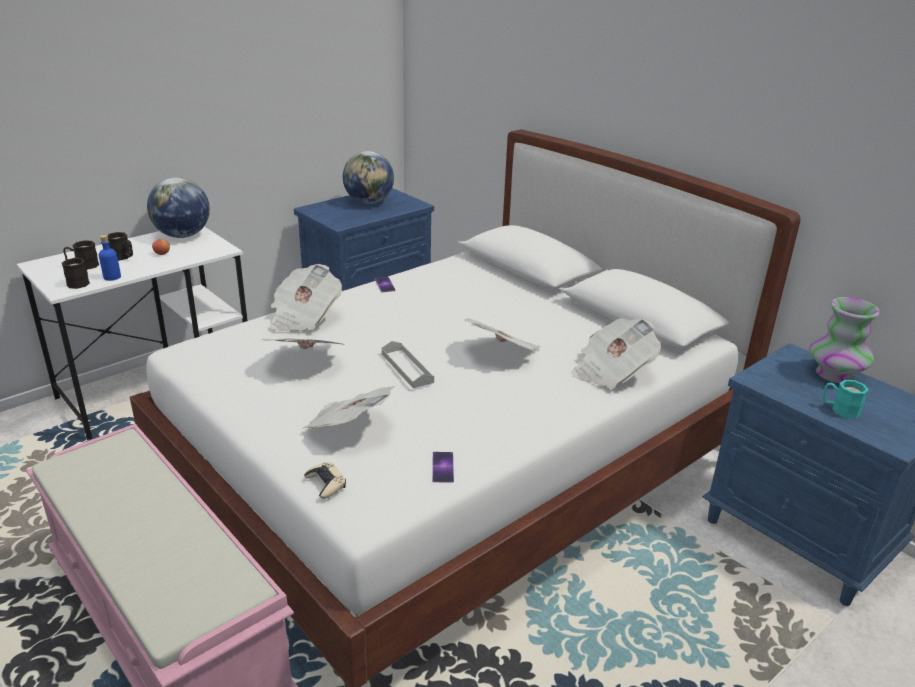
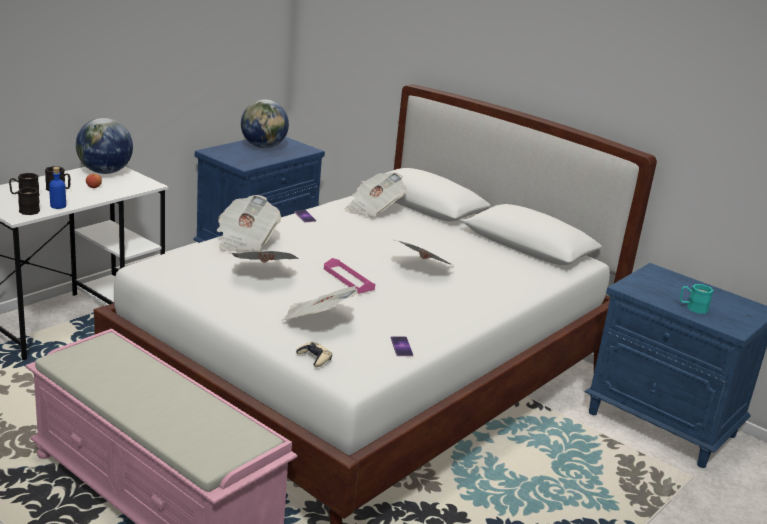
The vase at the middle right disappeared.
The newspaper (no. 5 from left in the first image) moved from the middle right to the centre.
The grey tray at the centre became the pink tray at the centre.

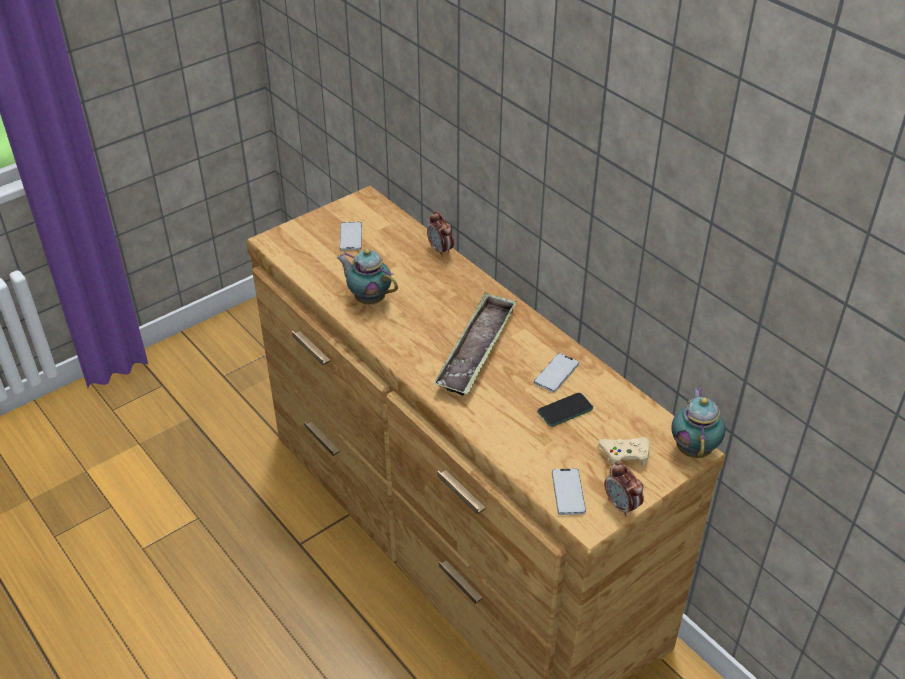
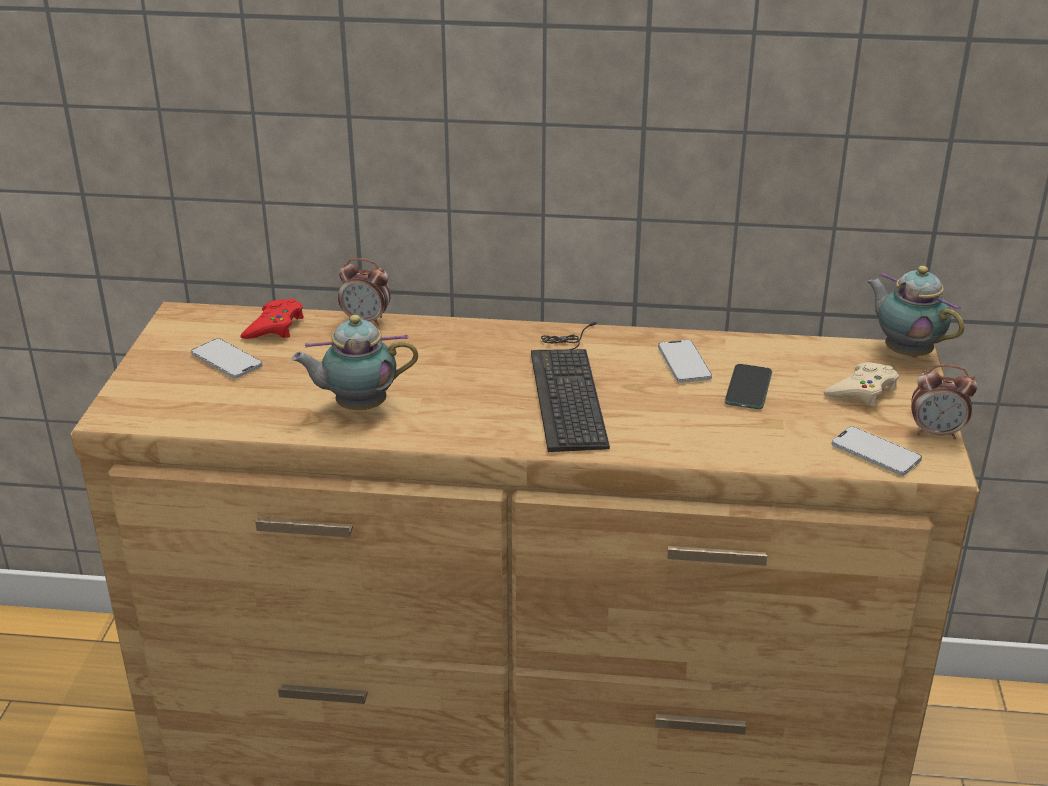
The tray at the centre was replaced by the keyboard at the centre.
The red game controller at the middle left appeared.

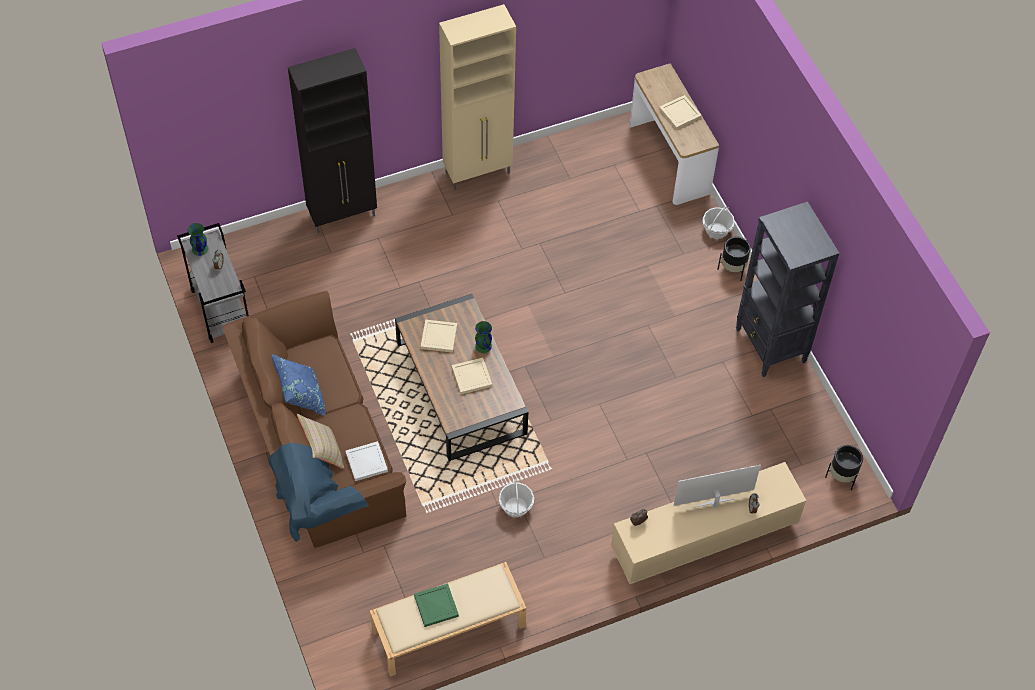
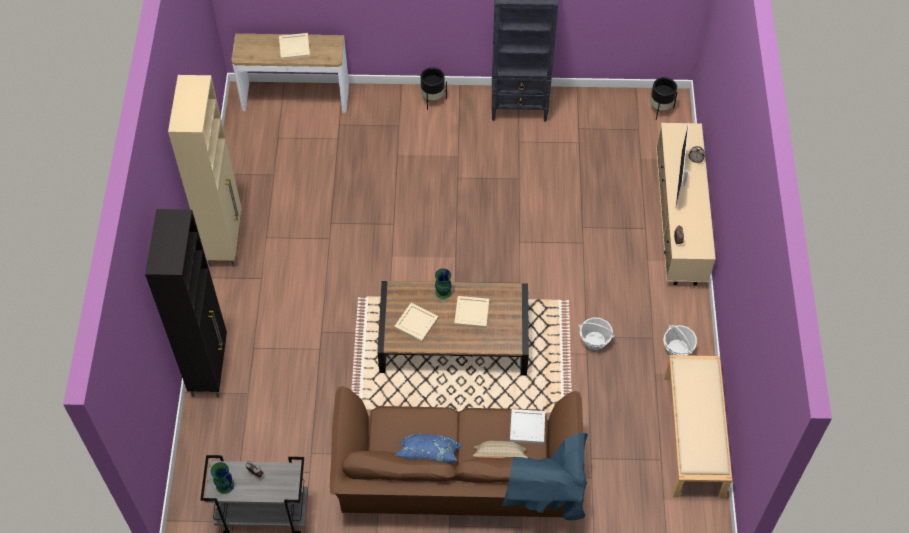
The basket (no. 2 from left) moved from the top right to the middle right.
The green tray at the bottom centre disappeared.

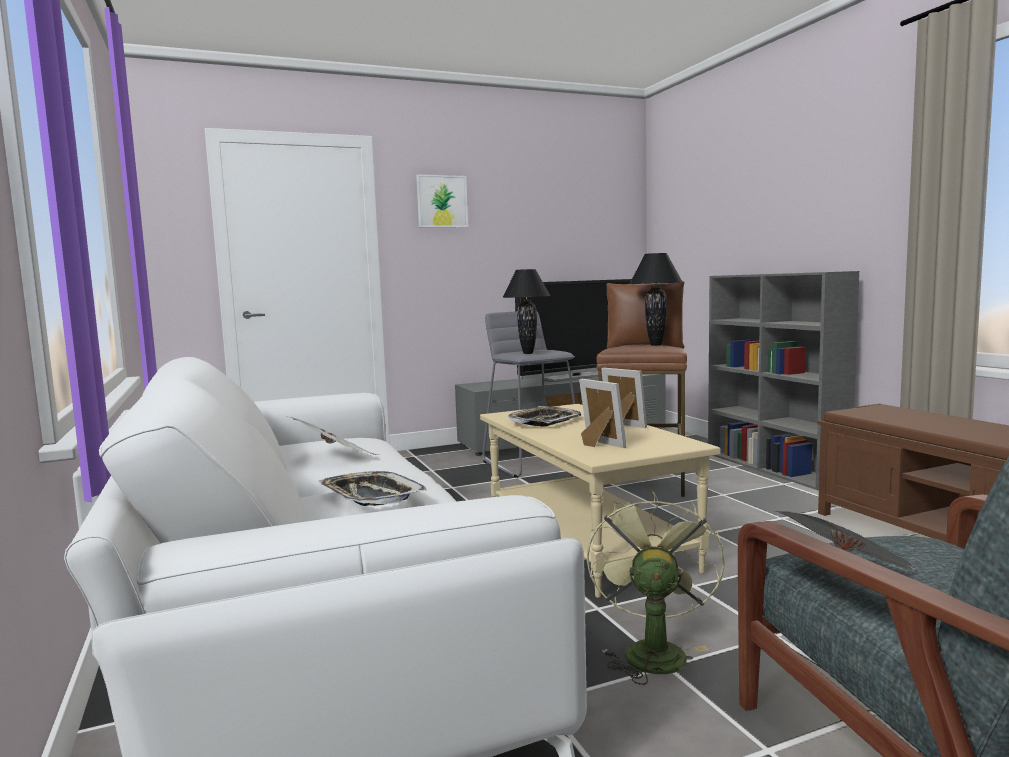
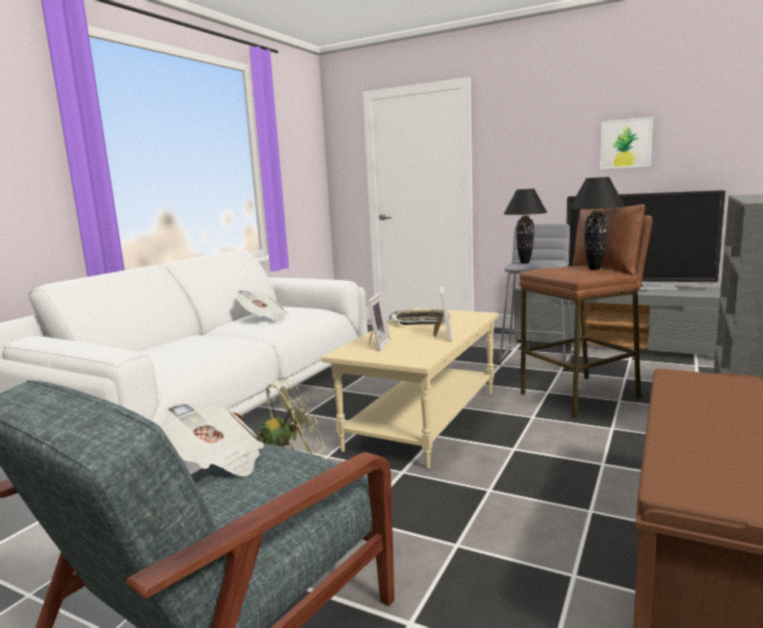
The picture moved from the top centre to the top right.
The tray (no. 1 from left) at the centre disappeared.

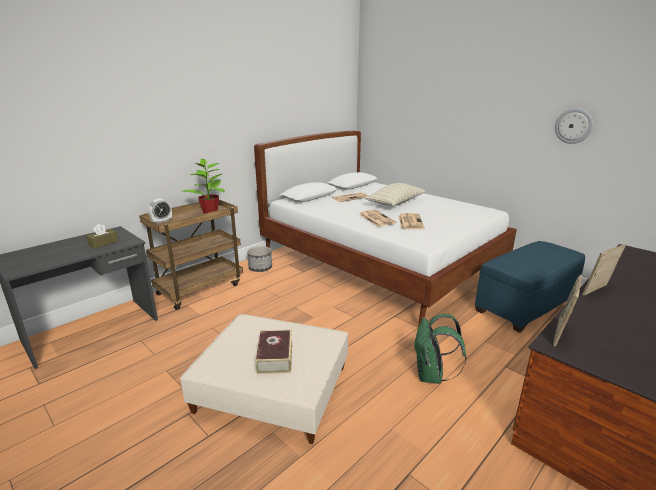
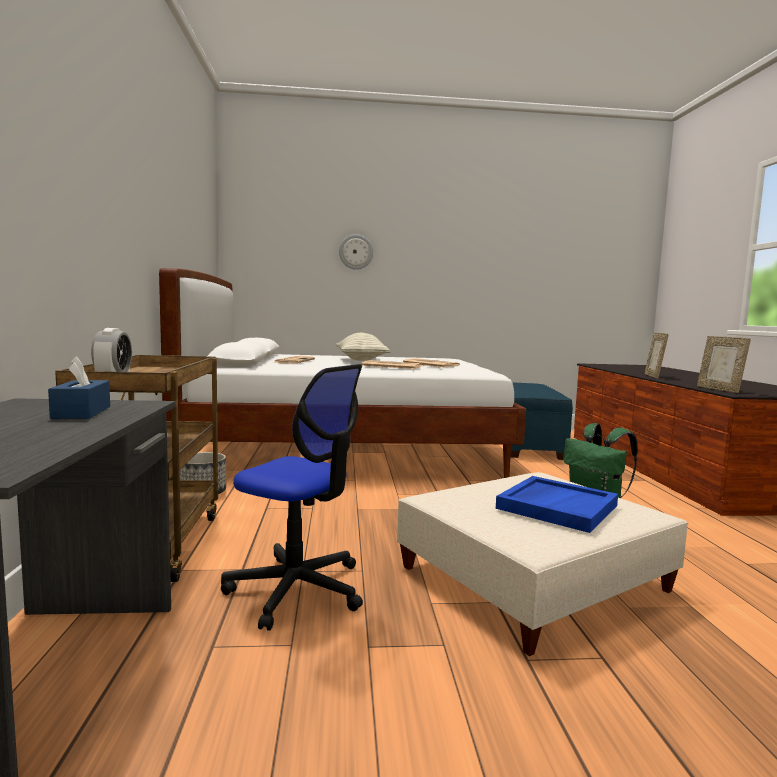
The wall clock moved from the top right to the top centre.
The potted plant at the middle left disappeared.
The brown tissue box at the middle left became the blue tissue box at the middle left.
The book at the bottom centre was replaced by the blue tray at the middle right.
The office chair at the centre appeared.

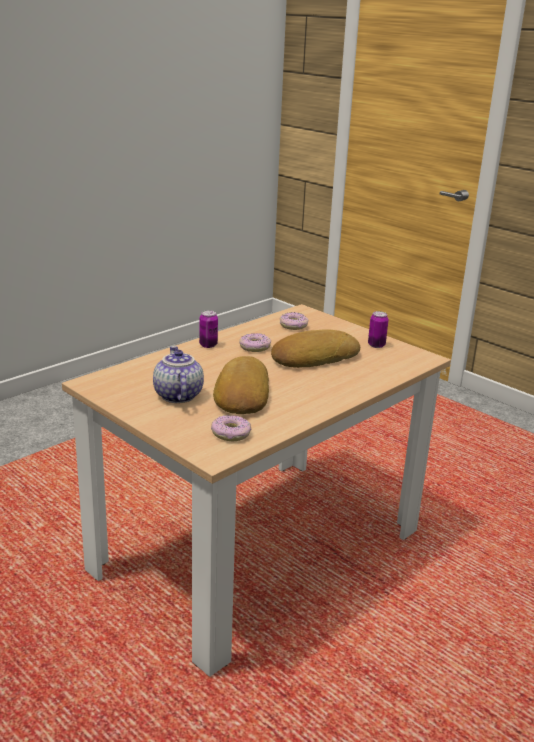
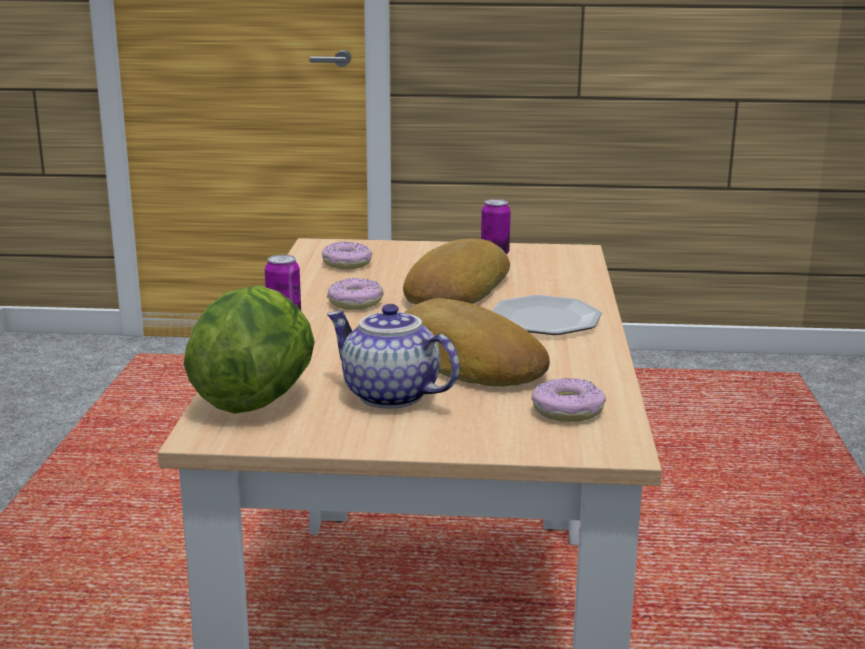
The lettuce at the middle left appeared.
The plate at the centre appeared.

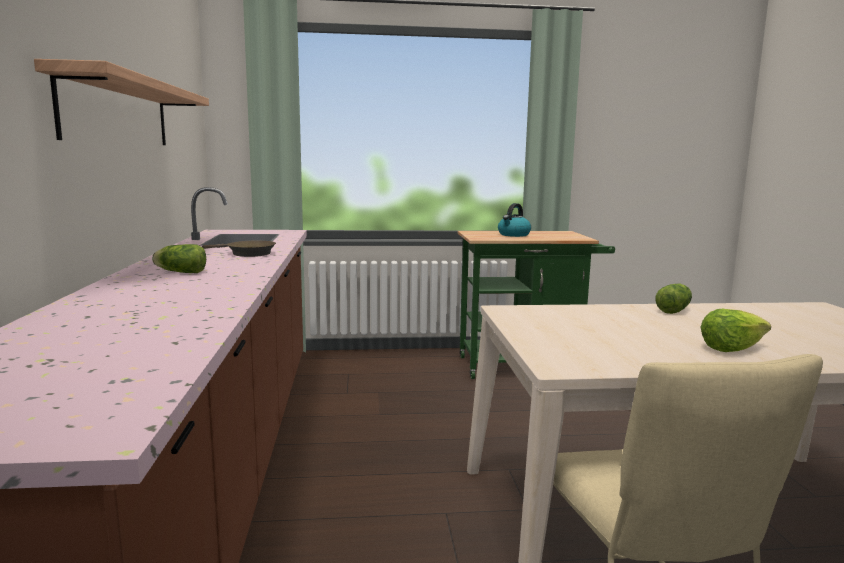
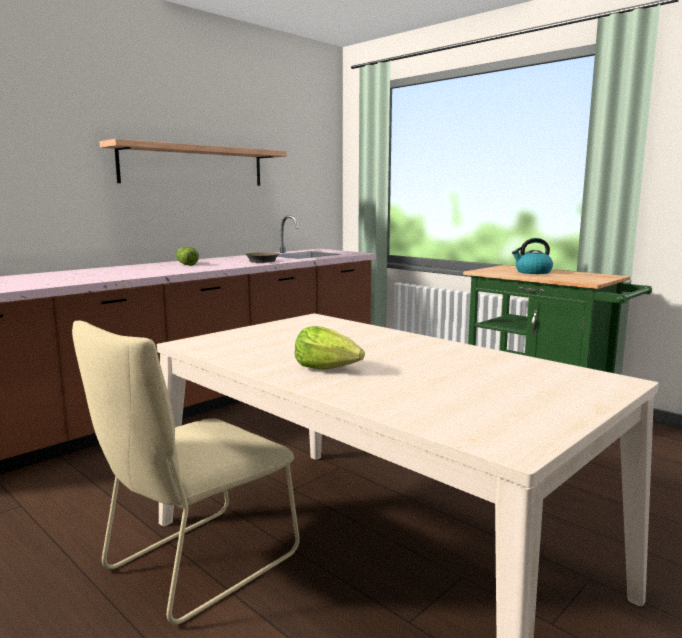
The lettuce (no. 2 from left) at the middle right disappeared.

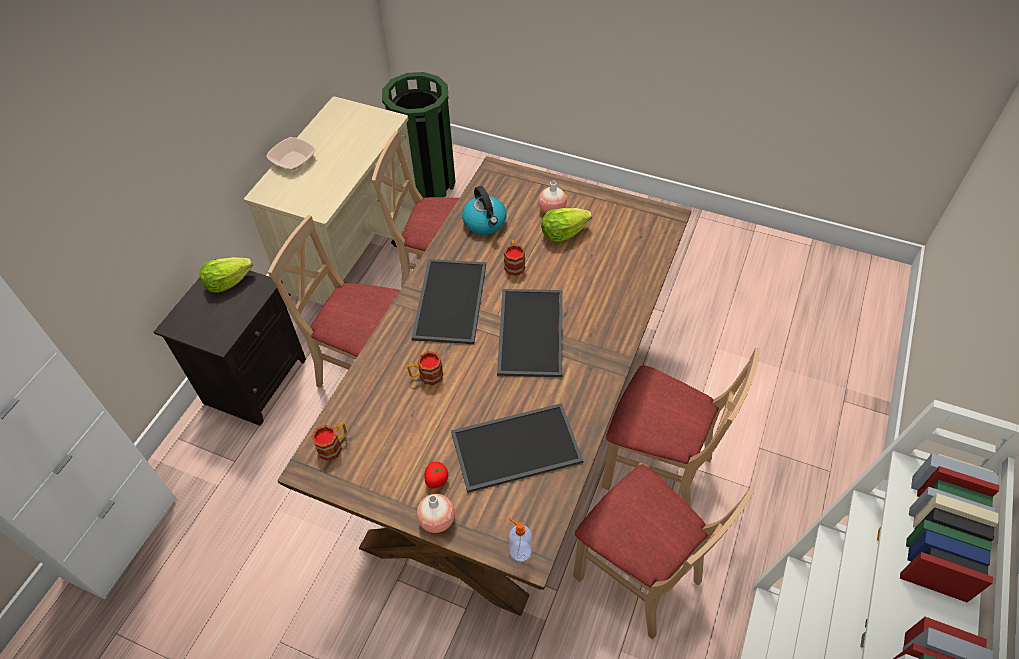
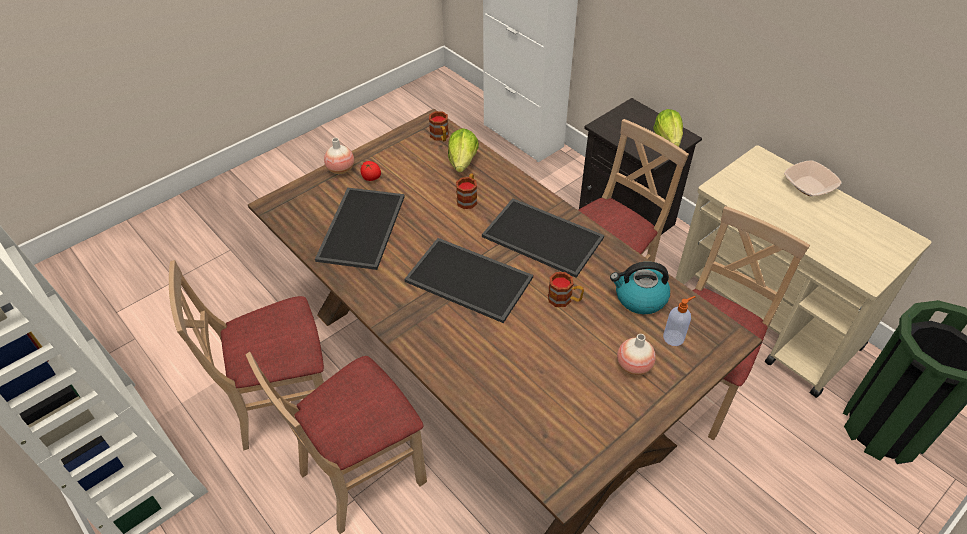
The lettuce (no. 2 from left in the first image) moved from the centre to the top centre.
The soap dispenser moved from the bottom centre to the middle right.

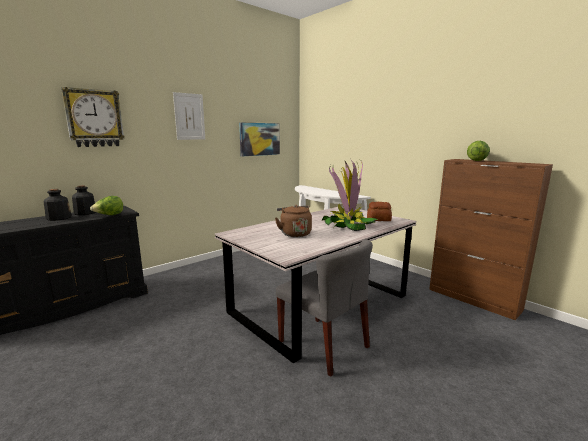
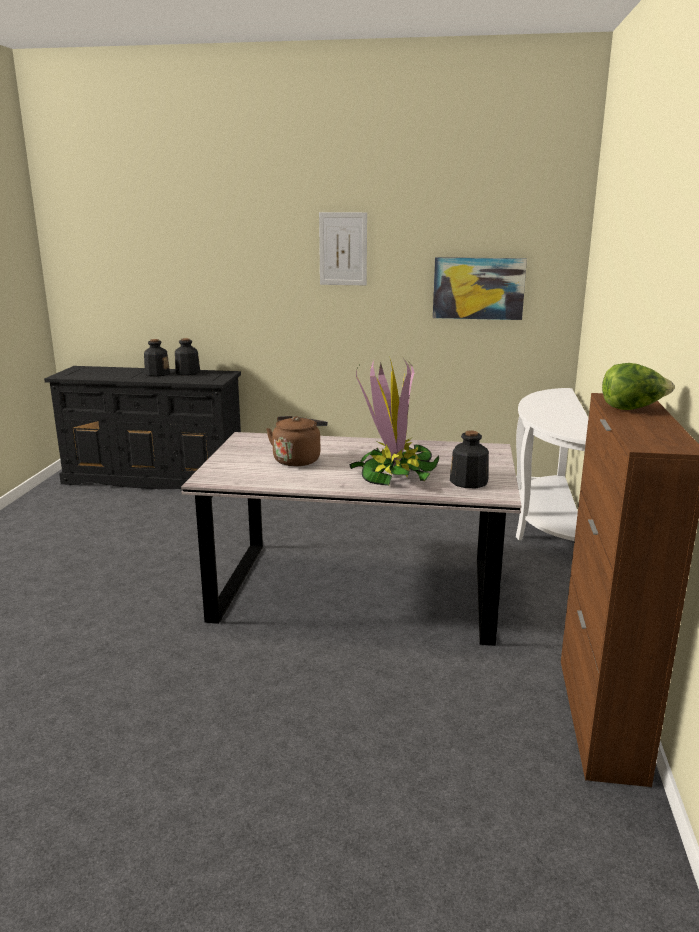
The wall clock at the top left disappeared.
The lettuce (no. 1 from left) at the middle left disappeared.
The bread at the centre was replaced by the bottle (no. 3 from left) at the middle right.
The grey chair at the bottom centre disappeared.

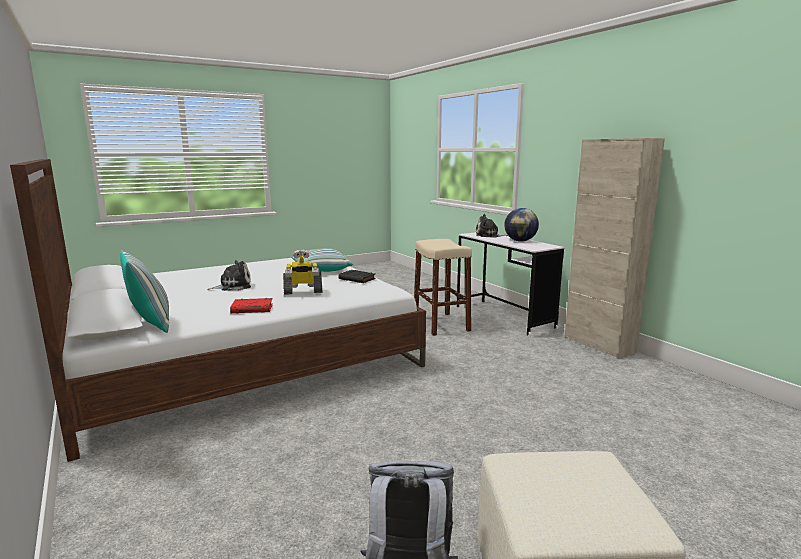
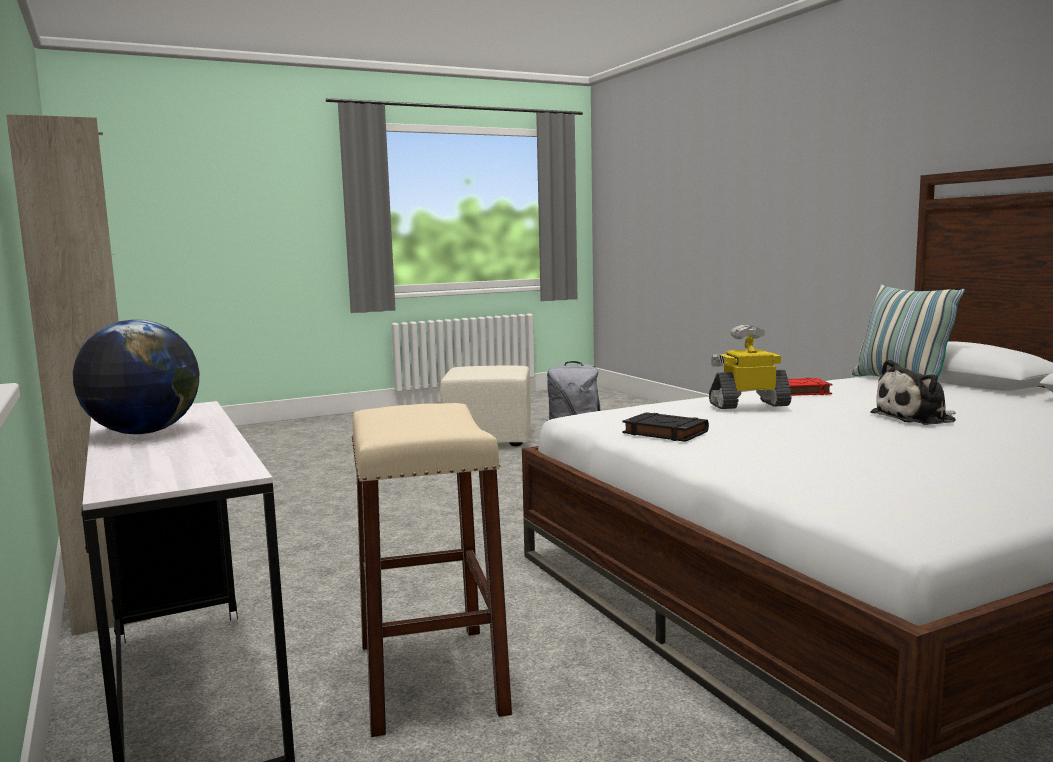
The plush toy (no. 2 from left) at the centre disappeared.
The pillow (no. 2 from left) at the centre disappeared.

